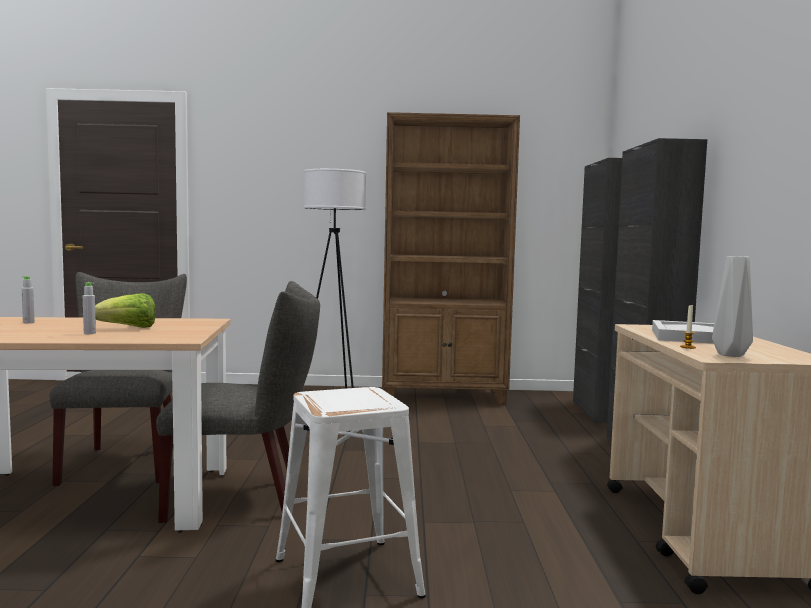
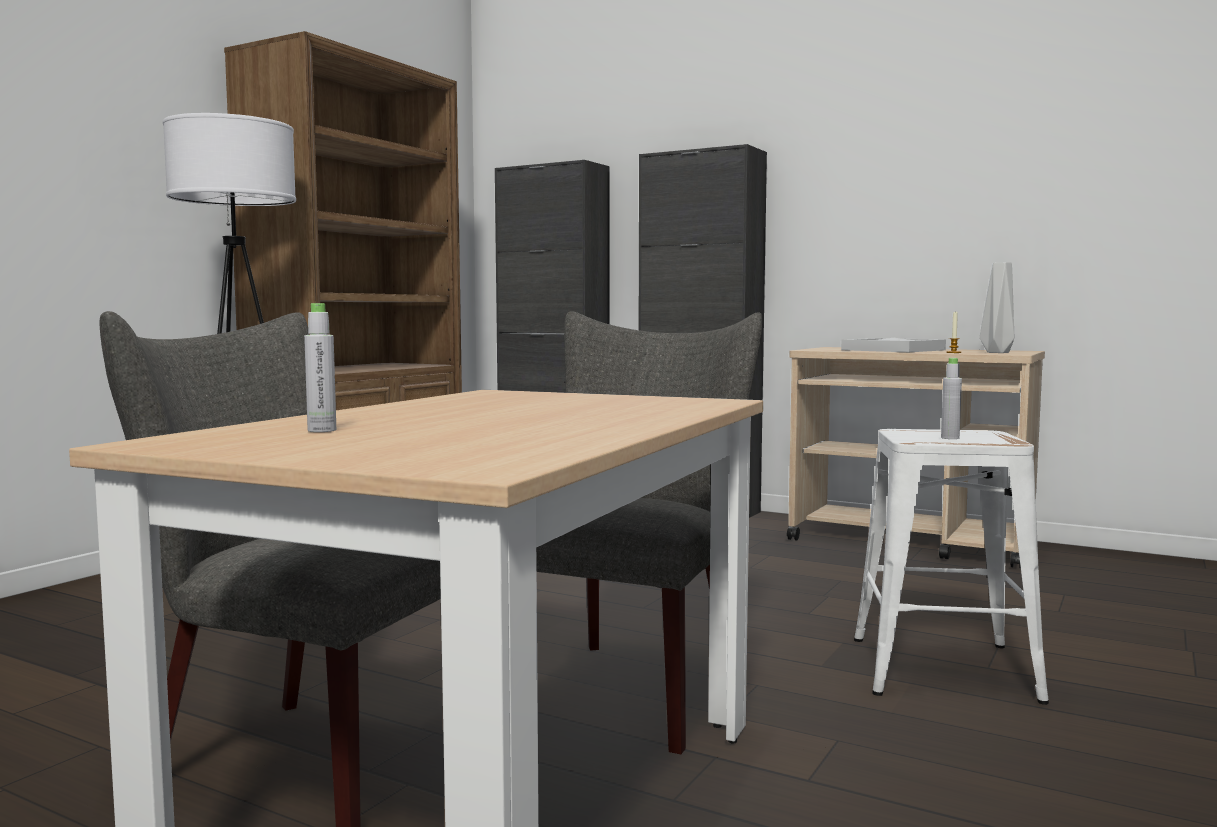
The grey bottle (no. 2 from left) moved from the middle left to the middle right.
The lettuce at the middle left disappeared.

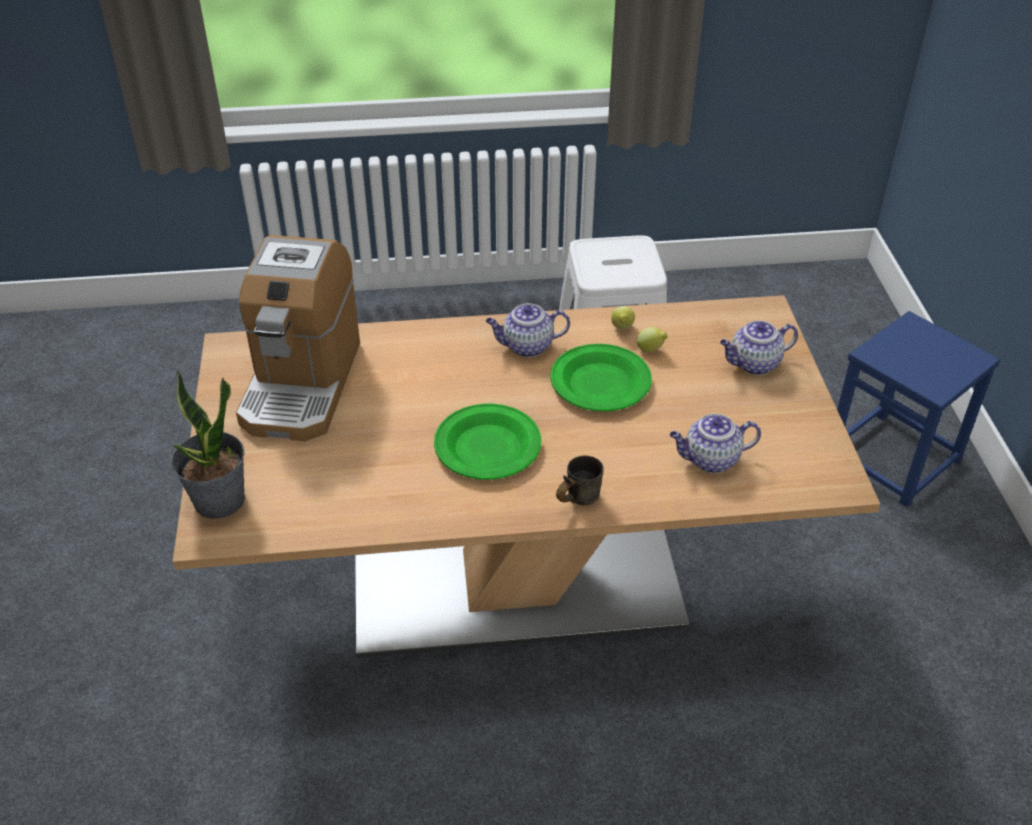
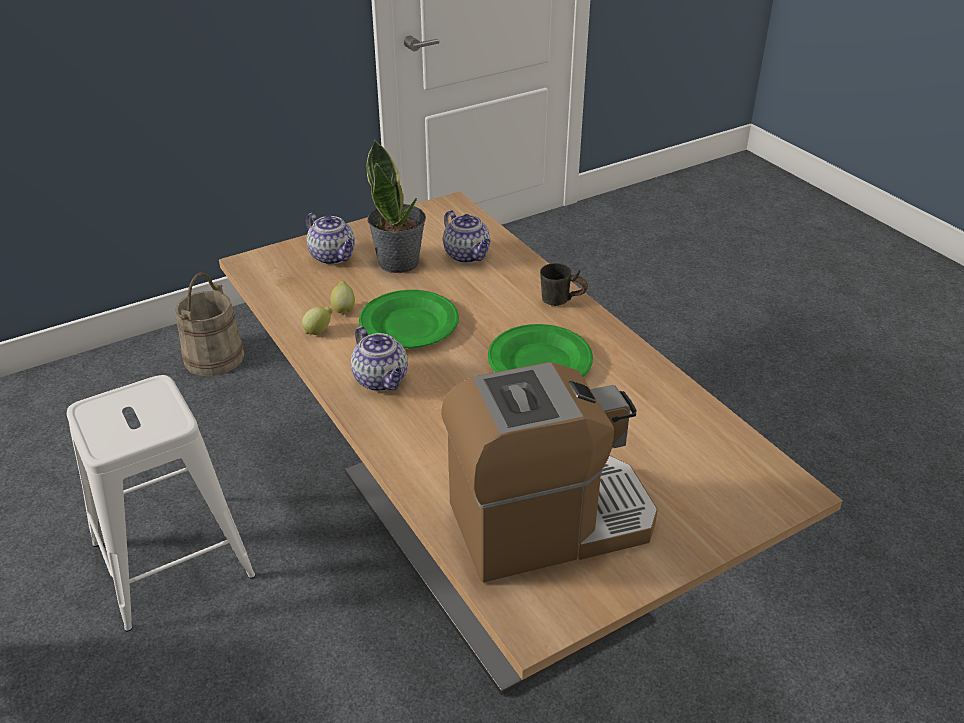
The blue stool at the middle right was replaced by the beige bucket at the middle left.
The potted plant moved from the middle left to the top centre.

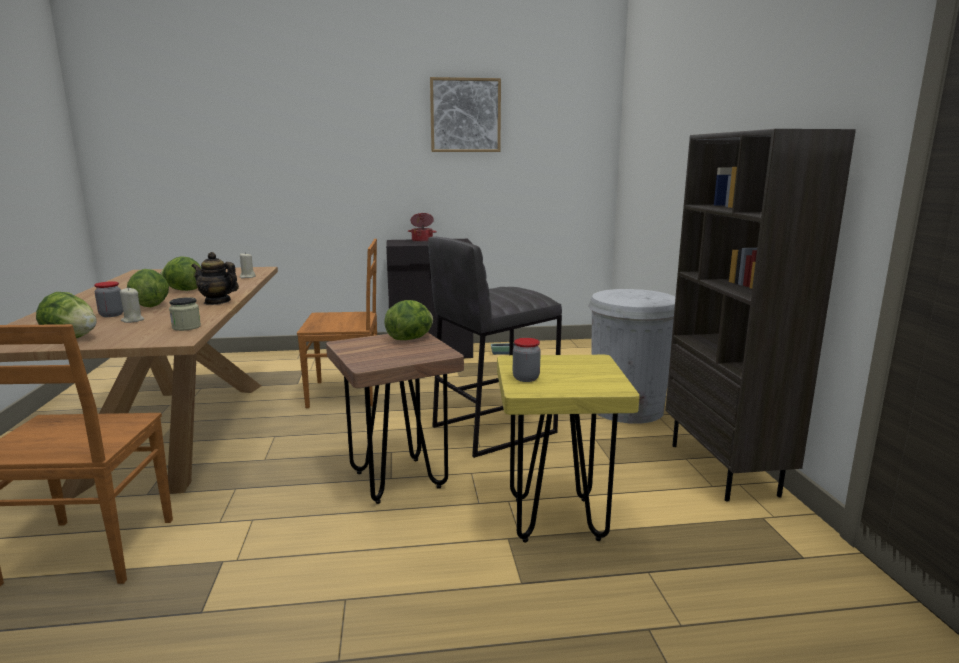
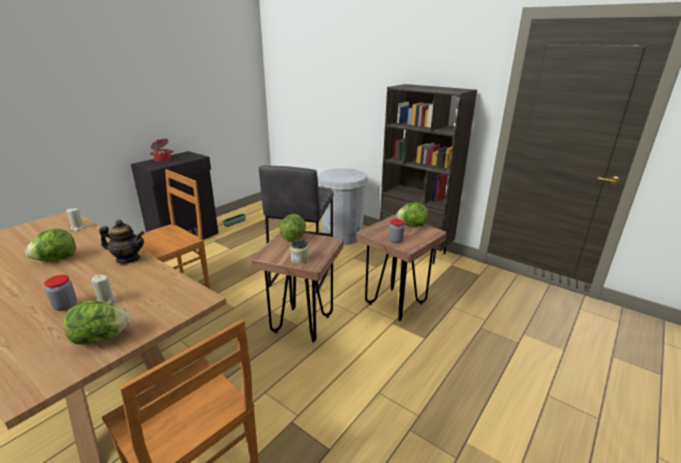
The picture at the top centre disappeared.
The teapot at the middle left turned 150 degrees counterclockwise.
The lettuce (no. 2 from left in the first image) moved from the middle left to the centre.
The jar (no. 2 from left) moved from the middle left to the centre.
The yellow stool at the bottom centre became the brown stool (no. 2 from left) at the centre.

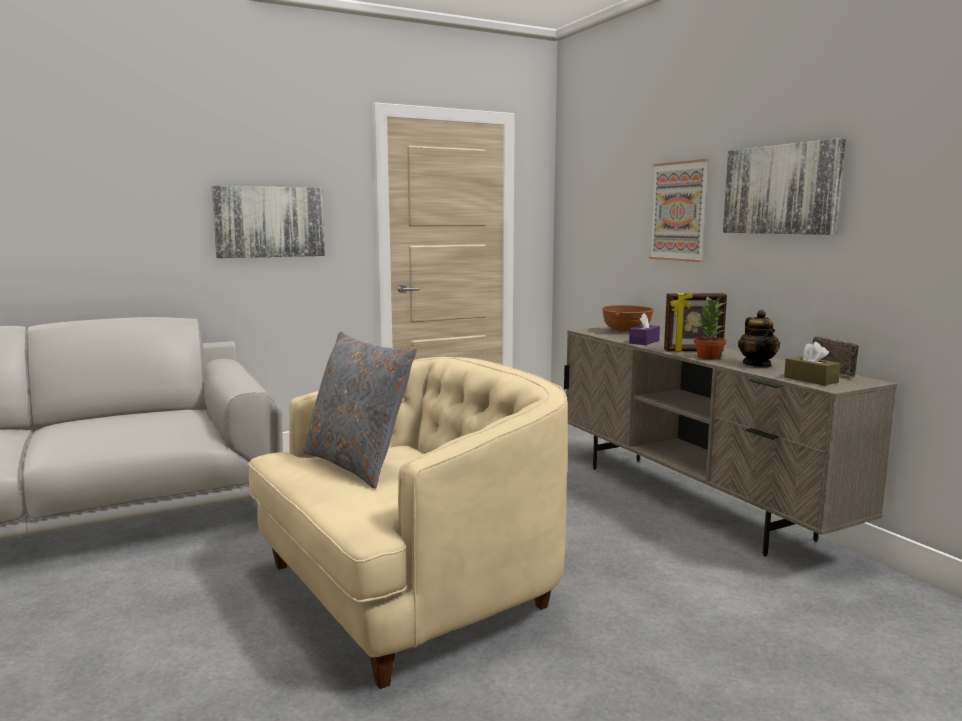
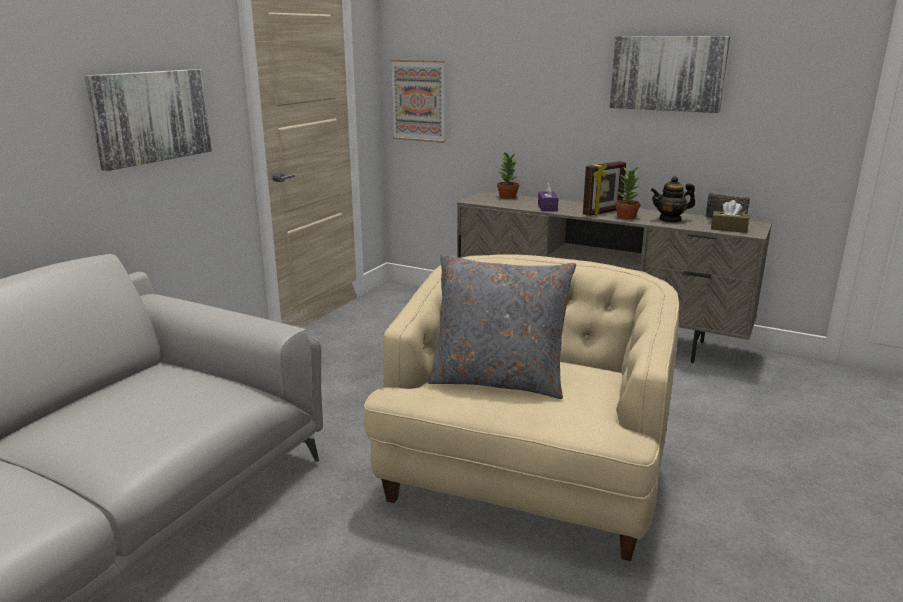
The picture (no. 2 from left) moved from the top right to the top centre.
The brown bowl at the centre was replaced by the potted plant (no. 1 from left) at the top centre.
The teapot at the middle right turned 120 degrees clockwise.

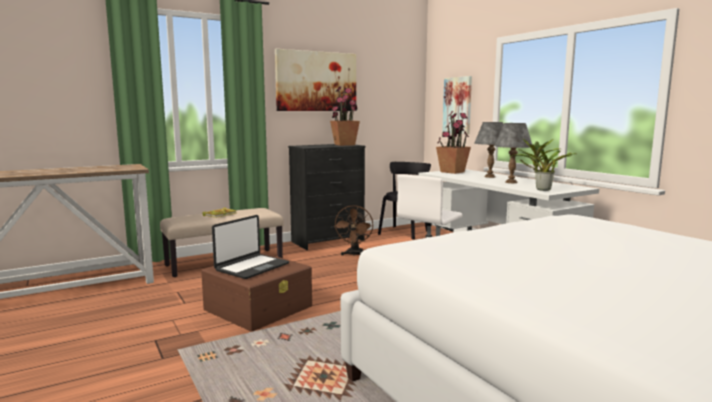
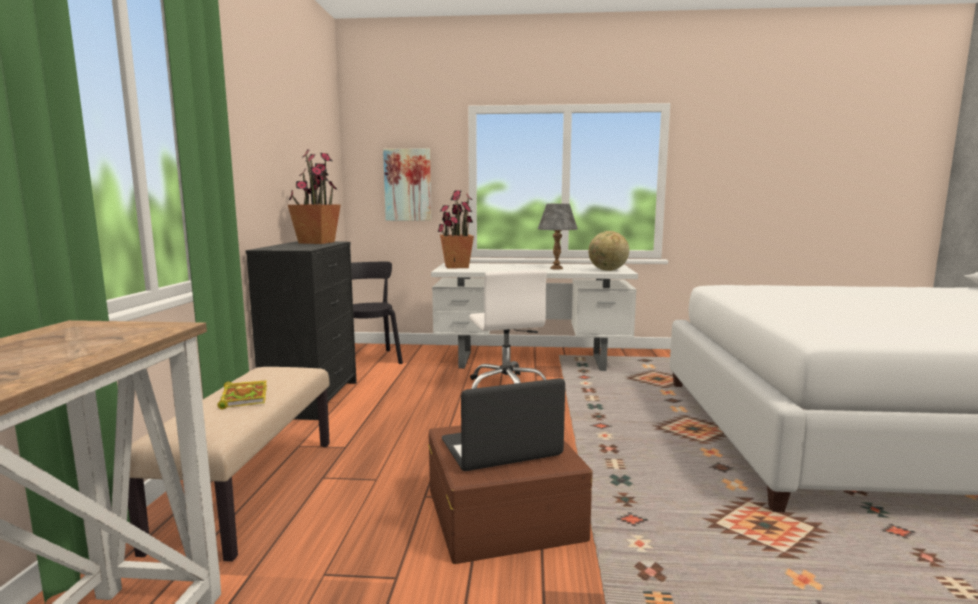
The picture (no. 1 from left) at the top centre disappeared.
The grey table lamp (no. 1 from left) at the middle right disappeared.
The potted plant (no. 3 from left) at the middle right was replaced by the globe at the centre.
The brown fan at the centre disappeared.
The laptop at the centre turned 90 degrees counterclockwise.

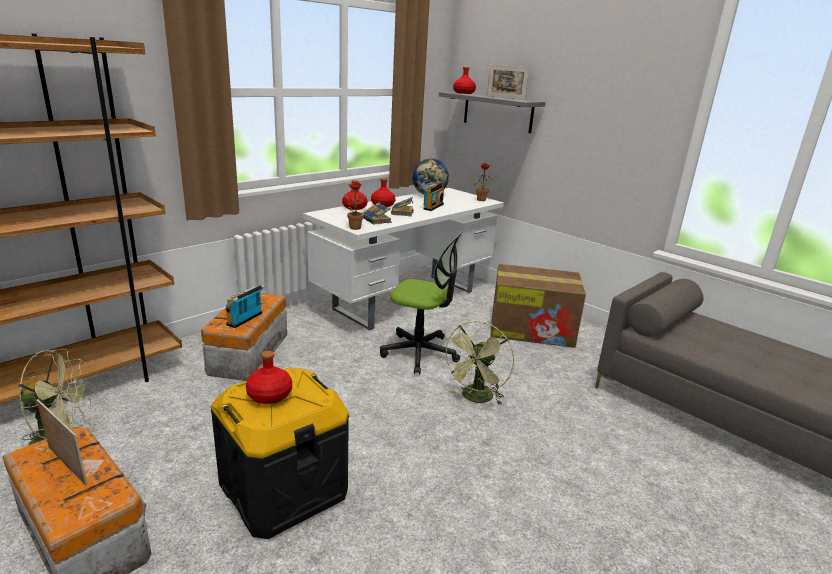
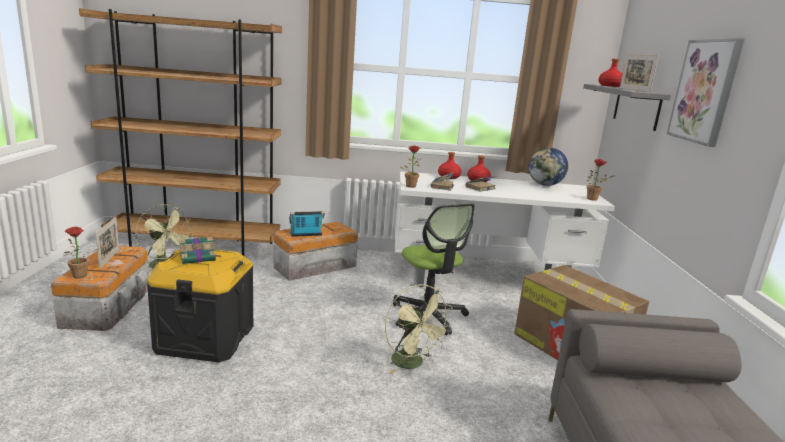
The radio (no. 2 from left) at the centre disappeared.
The green fan (no. 2 from left) at the centre turned 105 degrees counterclockwise.
The red bottle (no. 1 from left) at the middle left was replaced by the book (no. 1 from left) at the middle left.
The picture at the top right appeared.
The potted plant (no. 1 from left) at the middle left appeared.

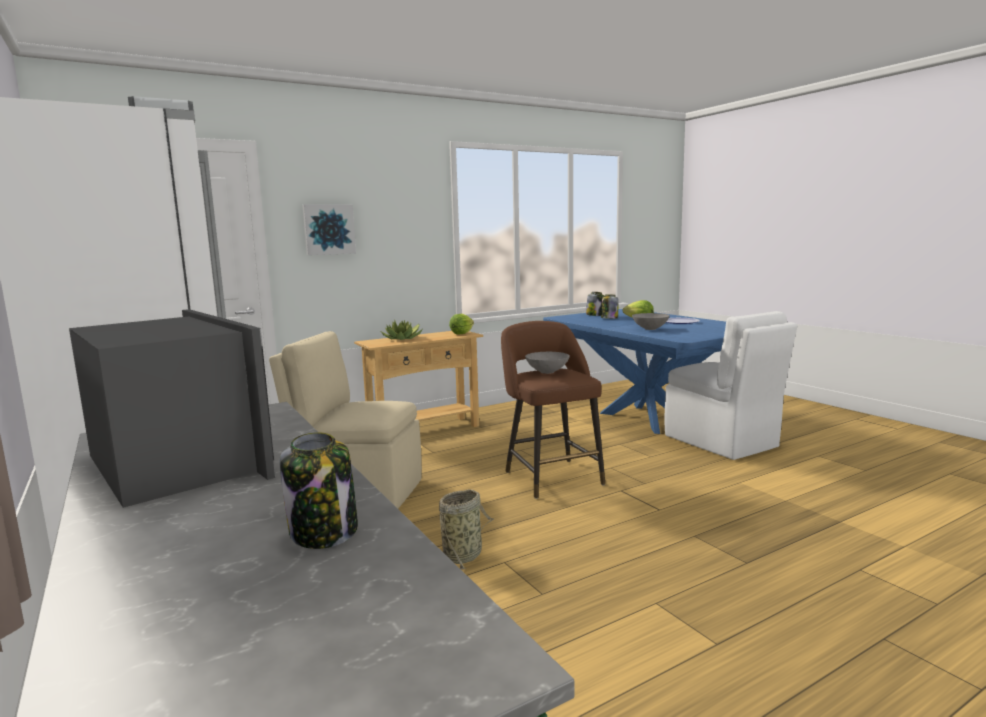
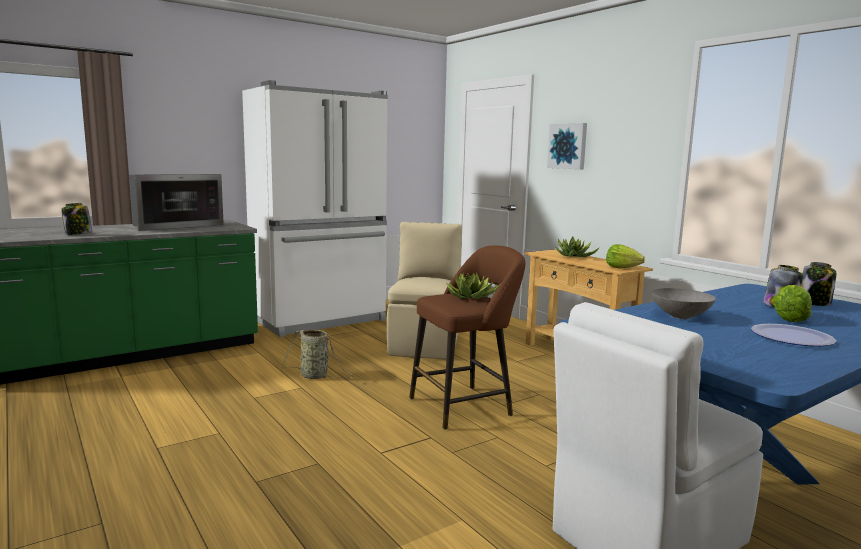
The grey bowl (no. 1 from left) at the centre was replaced by the potted plant (no. 1 from left) at the centre.

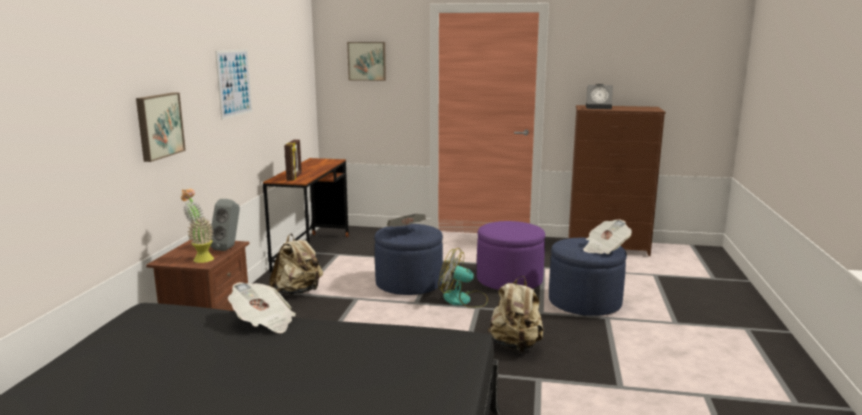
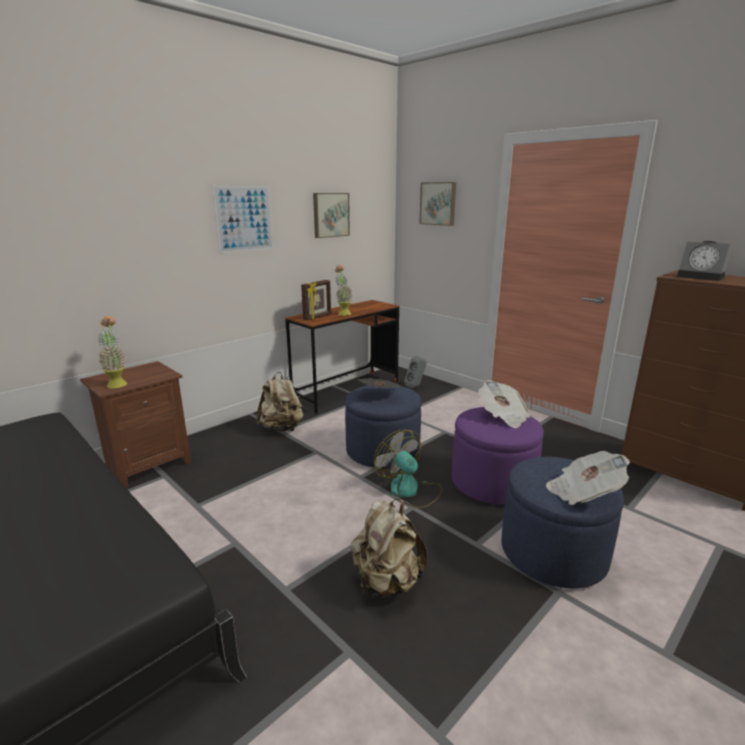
The picture (no. 1 from left in the first image) moved from the top left to the top centre.
The grey speaker moved from the middle left to the centre.
The newspaper (no. 1 from left in the first image) moved from the bottom left to the middle right.
The potted plant (no. 2 from left) at the centre appeared.

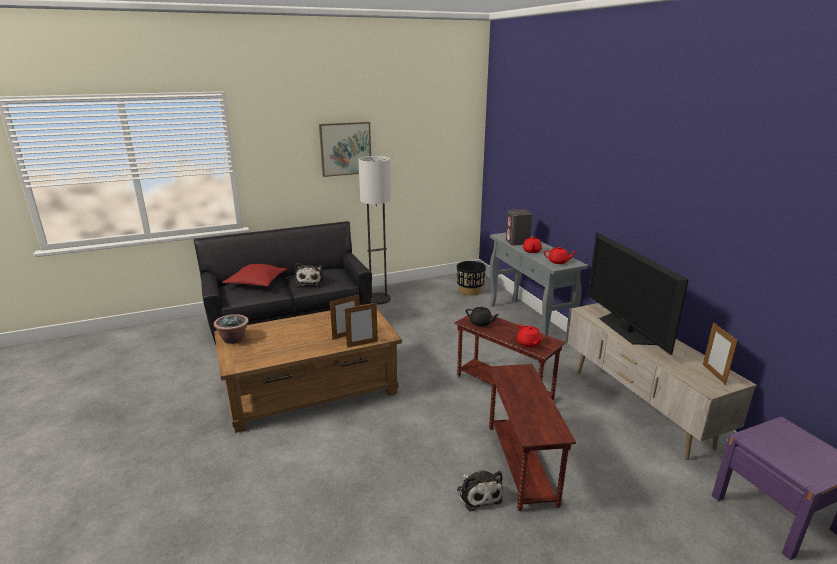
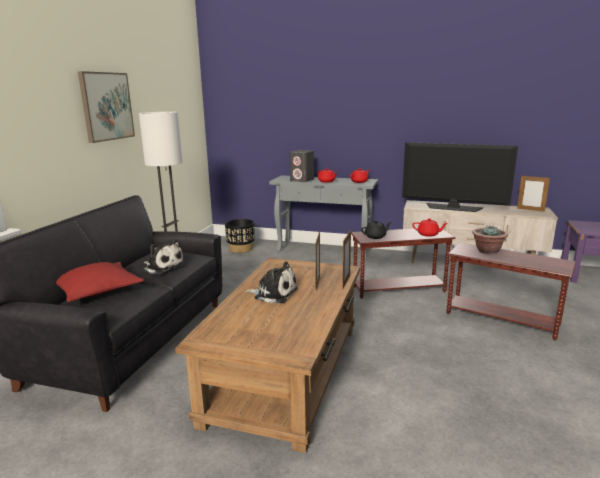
The potted plant moved from the middle left to the middle right.
The plush toy (no. 2 from left) moved from the bottom centre to the centre.

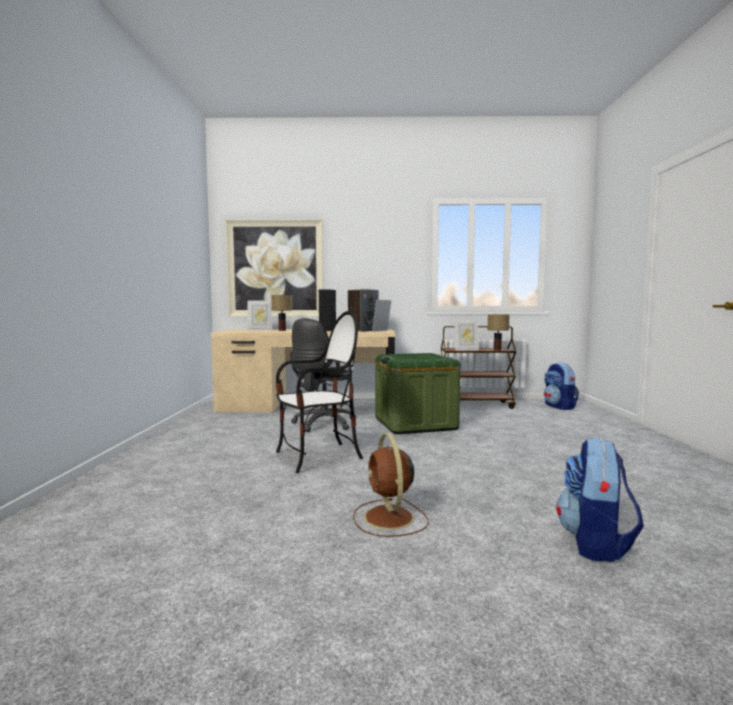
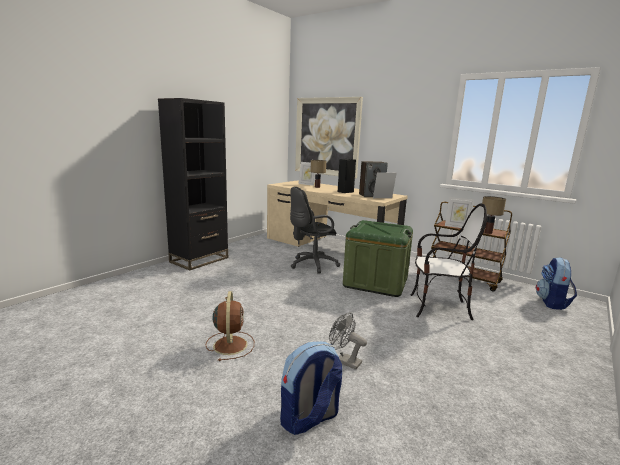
The chair moved from the centre to the middle right.
The brown fan at the bottom centre turned 150 degrees clockwise.
The black bookcase at the middle left appeared.
The grey fan at the bottom centre appeared.

